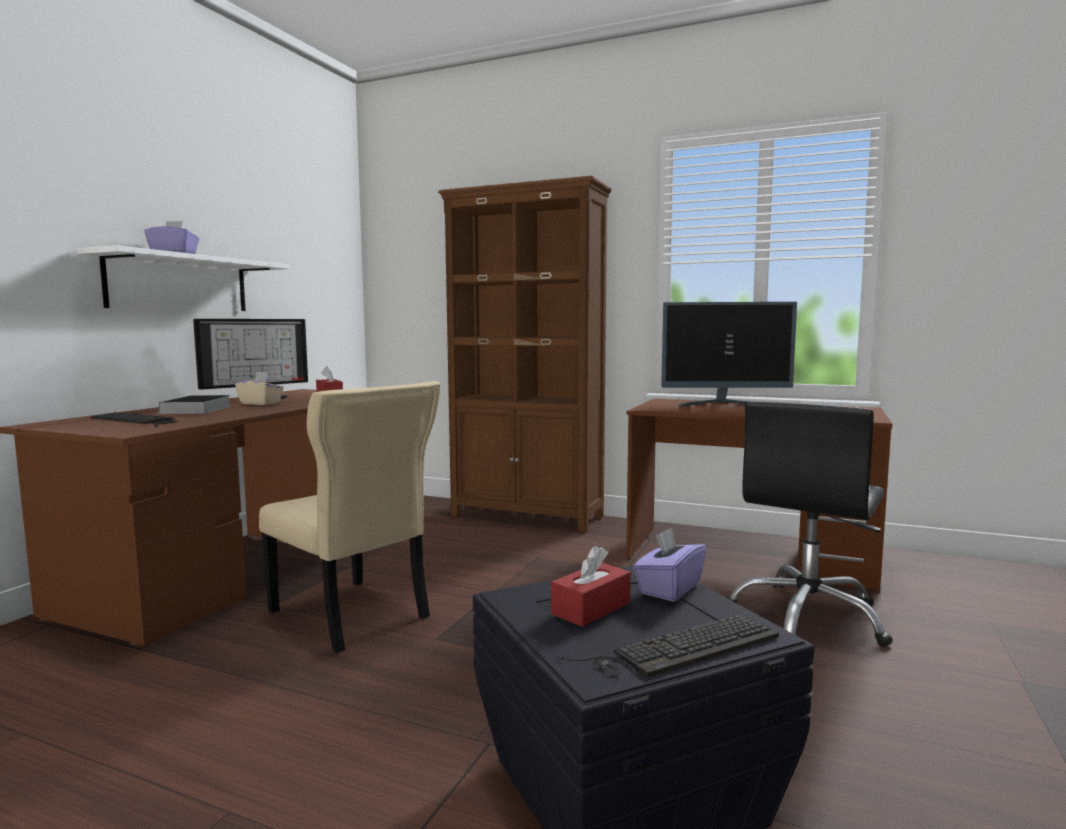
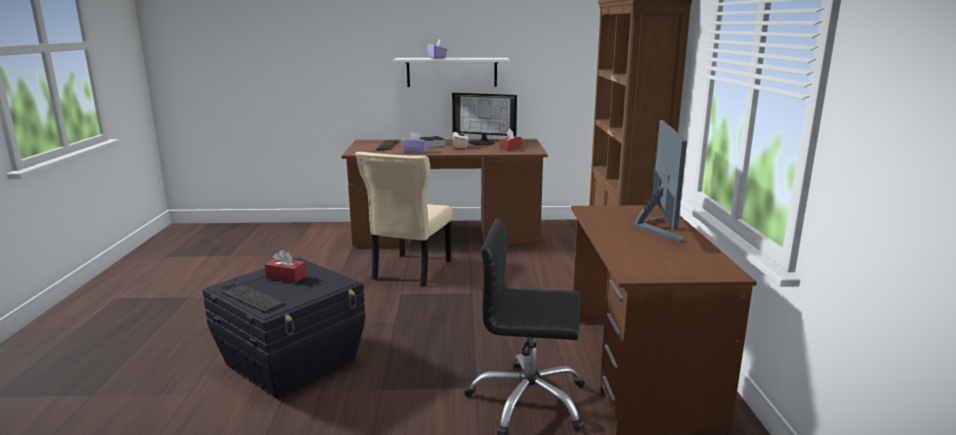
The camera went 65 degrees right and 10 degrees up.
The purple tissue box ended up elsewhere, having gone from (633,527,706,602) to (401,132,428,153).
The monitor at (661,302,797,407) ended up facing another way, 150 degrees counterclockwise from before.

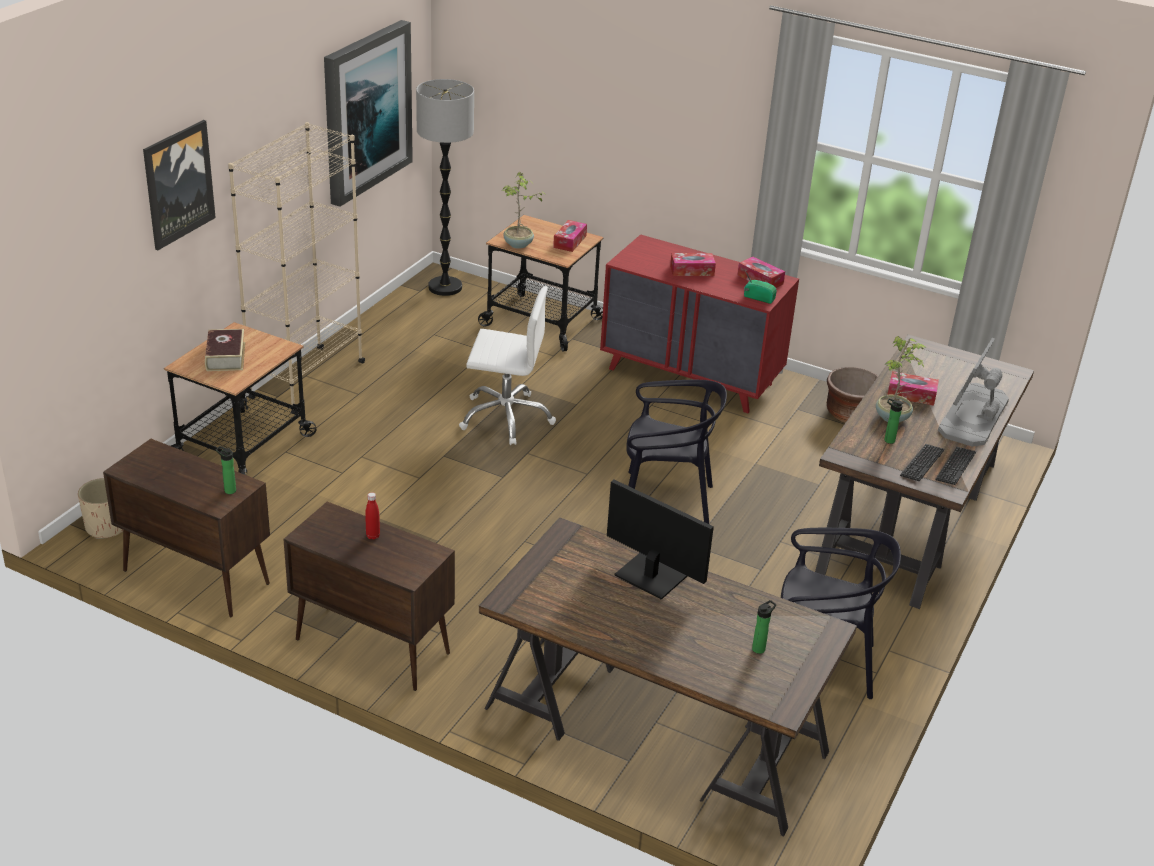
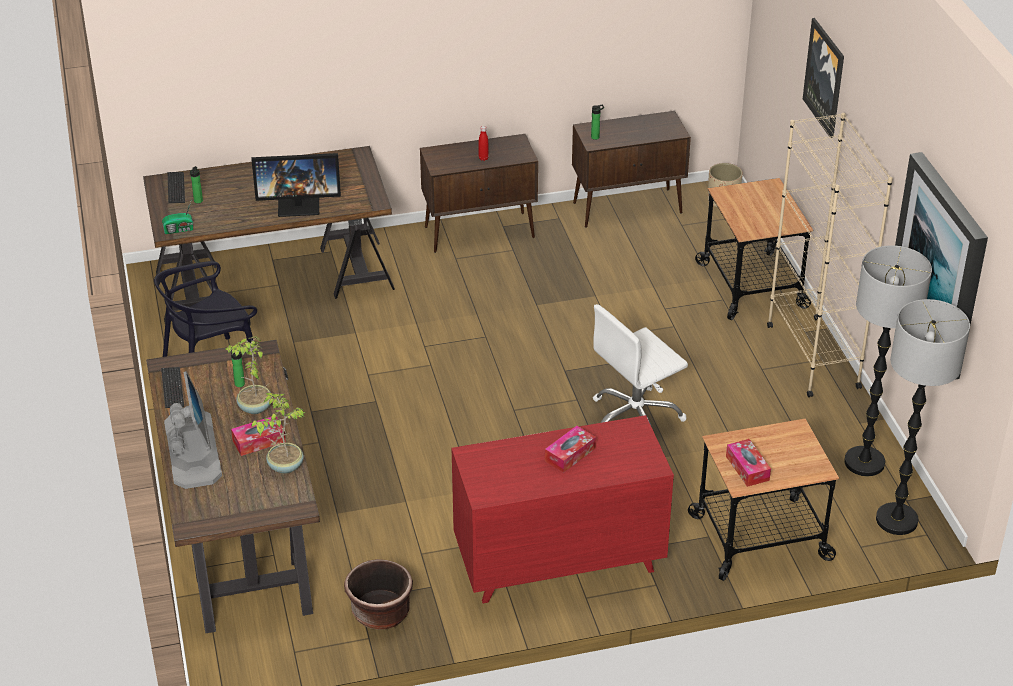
The camera went 140 degrees right and 5 degrees up.
The second view lost the book at (205,329,245,371).
The potted plant ended up elsewhere, having gone from (502,172,546,249) to (251,393,305,474).
The second view lost the black chair at (626,380,727,524).
The second view lost the tissue box at (737,257,785,288).
The radio ended up elsewhere, having gone from (744,269,777,304) to (162,202,193,234).
The keyboard ended up elsewhere, having gone from (900,444,945,481) to (168,172,185,203).
The second view gained the floor lamp at (844,245,932,476).

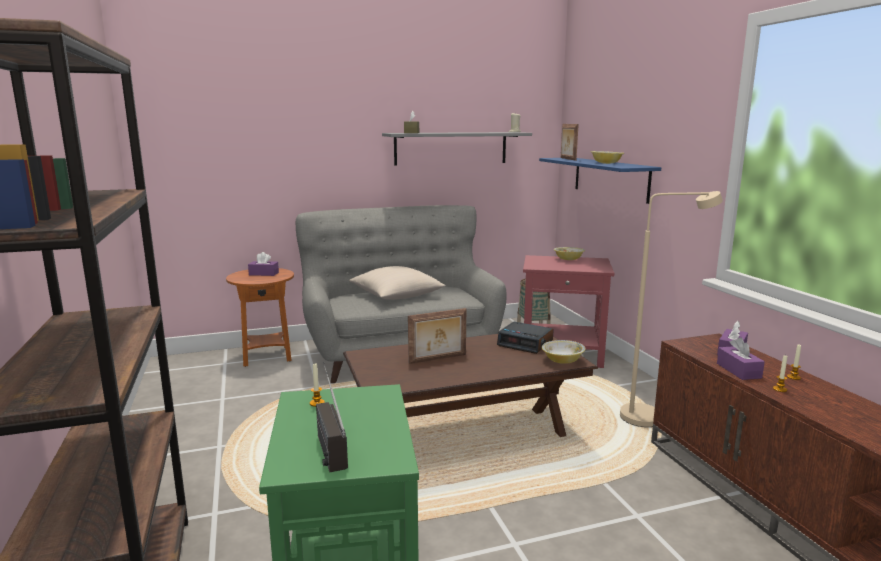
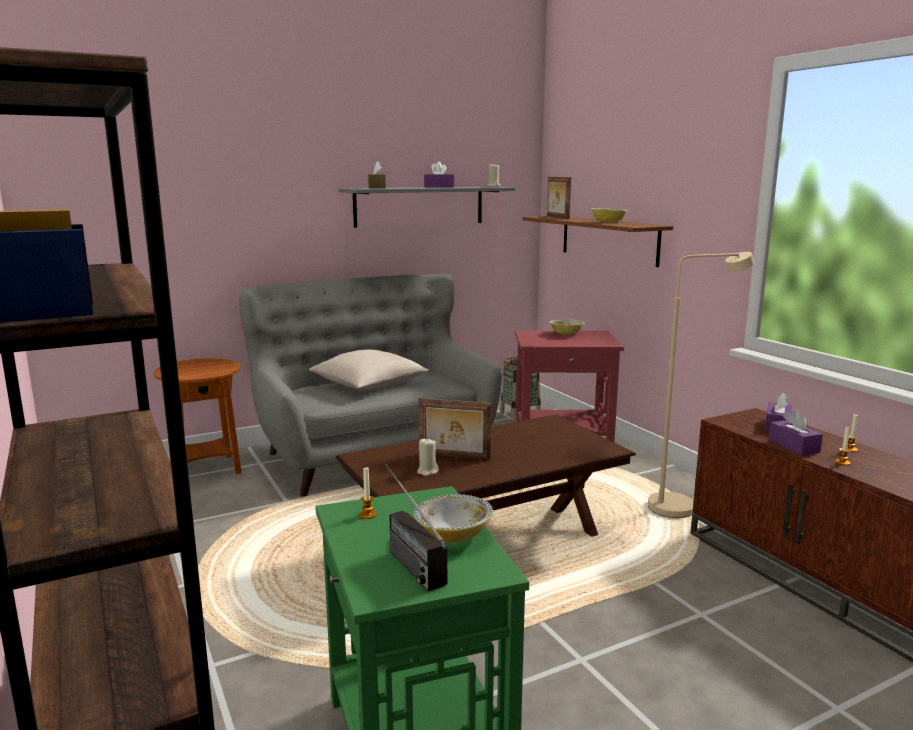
The camera went 10 degrees left and 0 degrees up.
The purple tissue box ended up elsewhere, having gone from (248,252,279,276) to (424,162,454,188).
The picture frame at (408,308,466,364) ended up facing another way, 45 degrees clockwise from before.
The second view lost the alarm clock at (497,322,554,354).
What was the blue shelf at (539,158,661,204) turned into the brown shelf at (522,216,673,267).
The bowl ended up elsewhere, having gone from (542,340,585,364) to (414,494,493,543).
The second view gained the beige candle at (417,438,439,476).

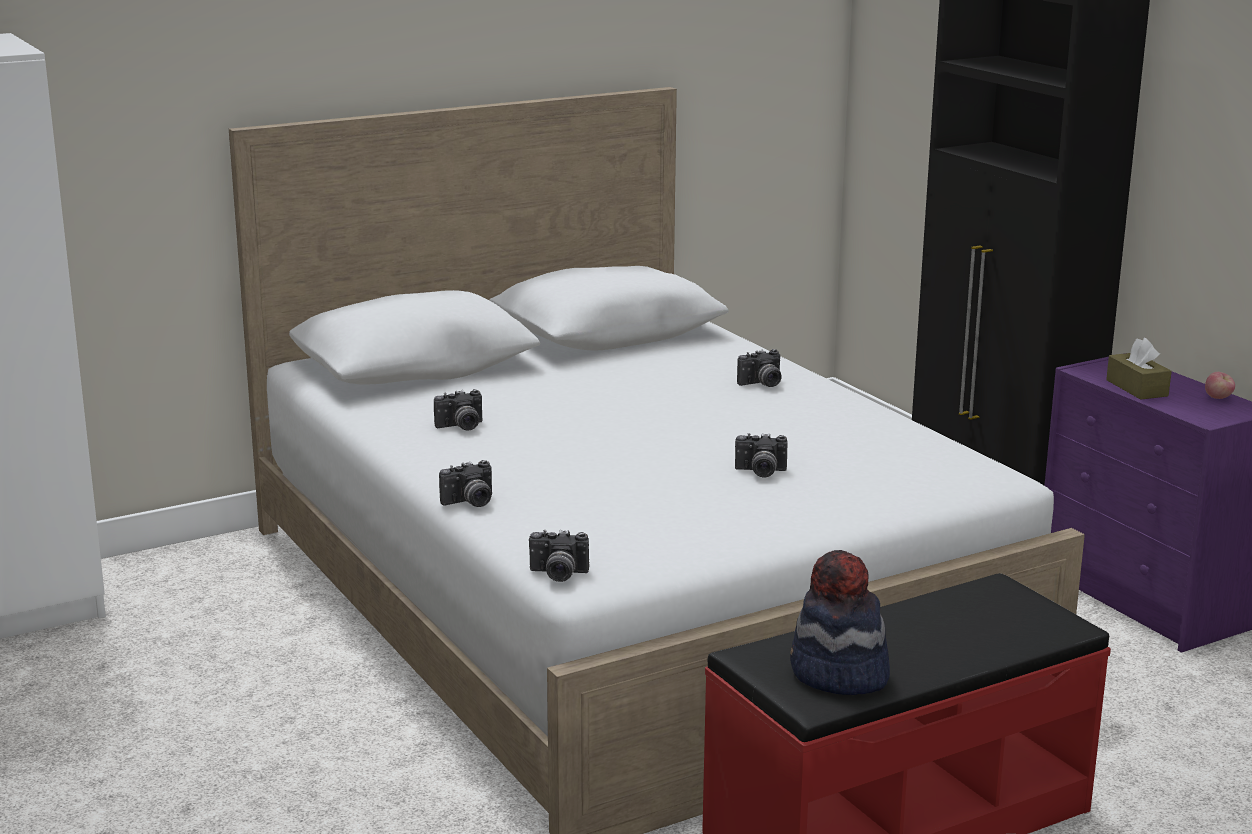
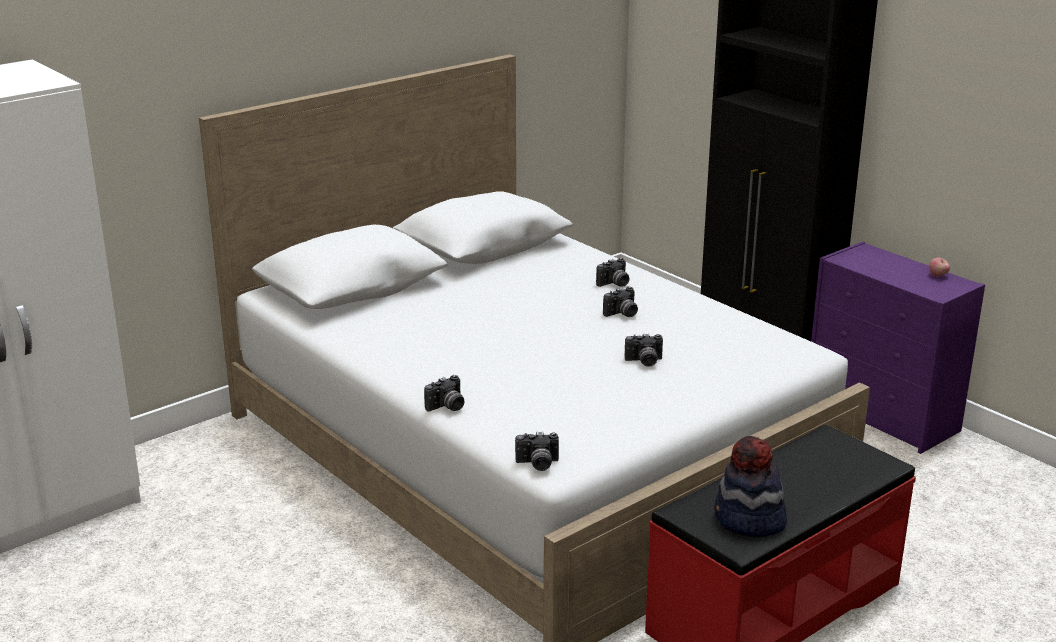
The camera went 10 degrees left and 5 degrees up.
The photo camera ended up elsewhere, having gone from (434,389,482,431) to (603,286,638,317).
The second view lost the brown tissue box at (1106,338,1172,400).

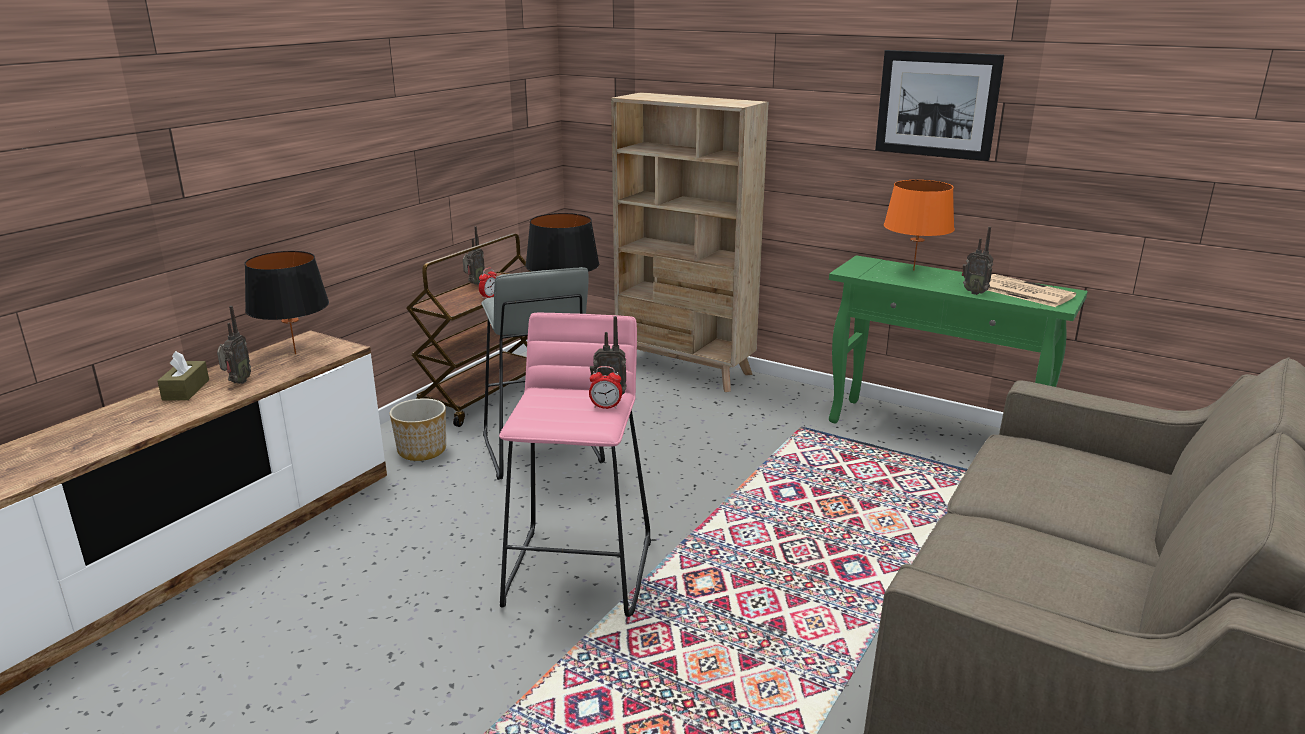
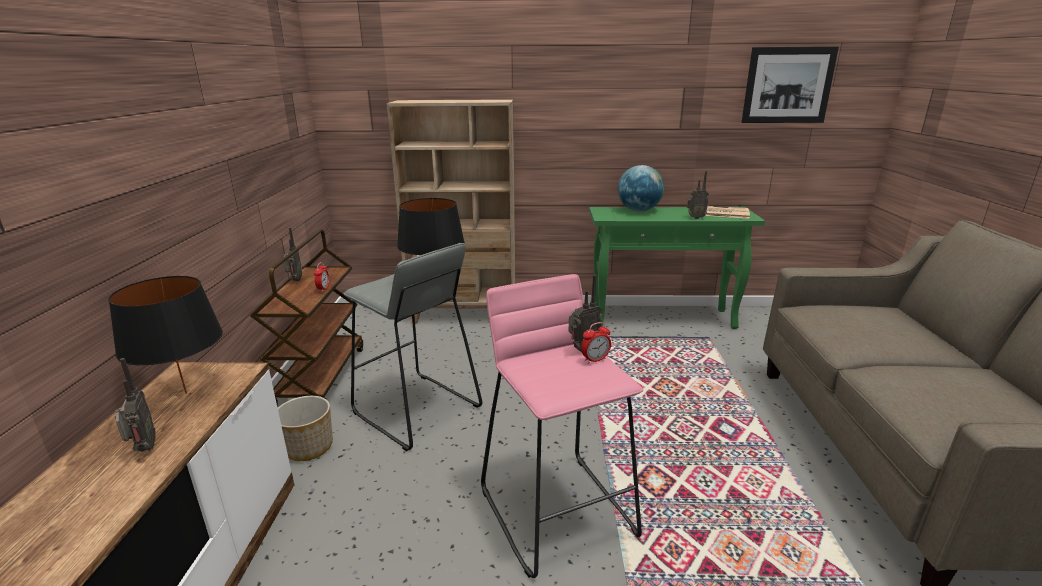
The camera went 30 degrees left and 0 degrees up.
The second view lost the brown tissue box at (157,351,209,400).
The picture ended up elsewhere, having gone from (875,50,1004,161) to (741,46,839,123).
Where the orange table lamp stood at (884,180,955,271), the globe came to stand at (618,165,664,211).

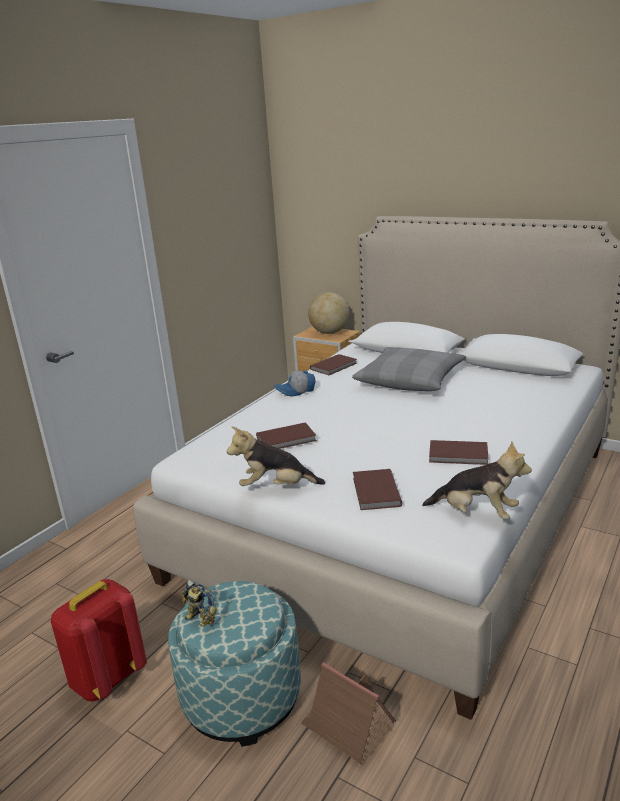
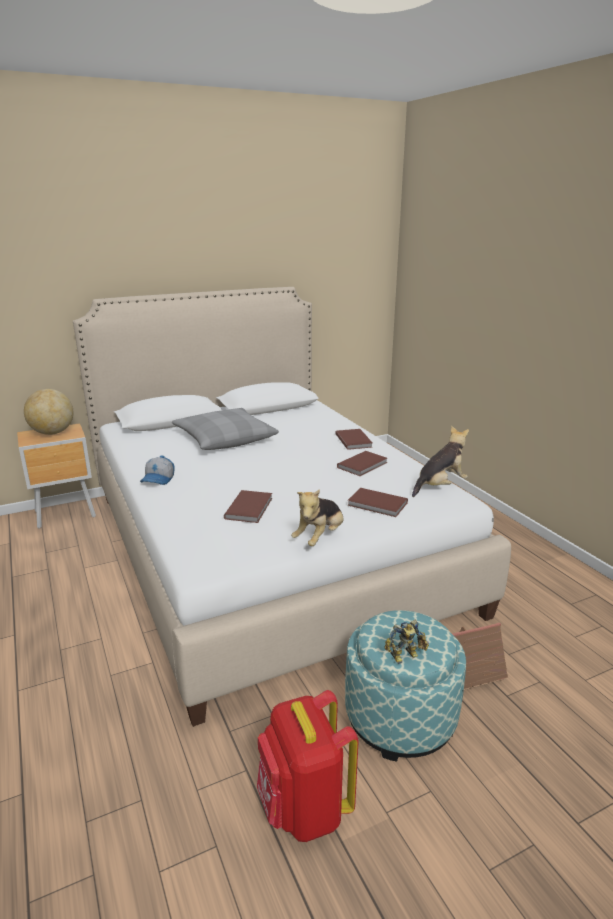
The camera went 60 degrees left and 0 degrees up.
The brown book ended up elsewhere, having gone from (310,354,357,375) to (335,429,372,450).

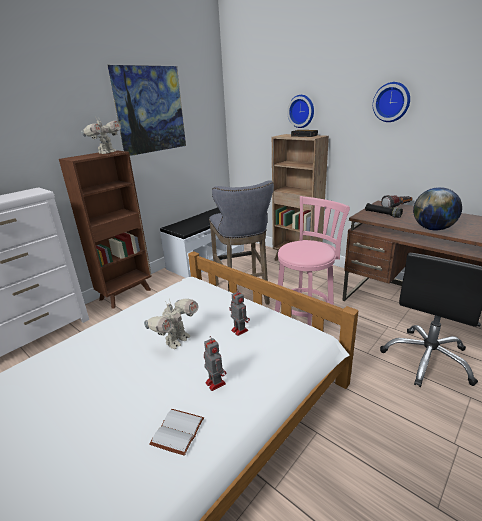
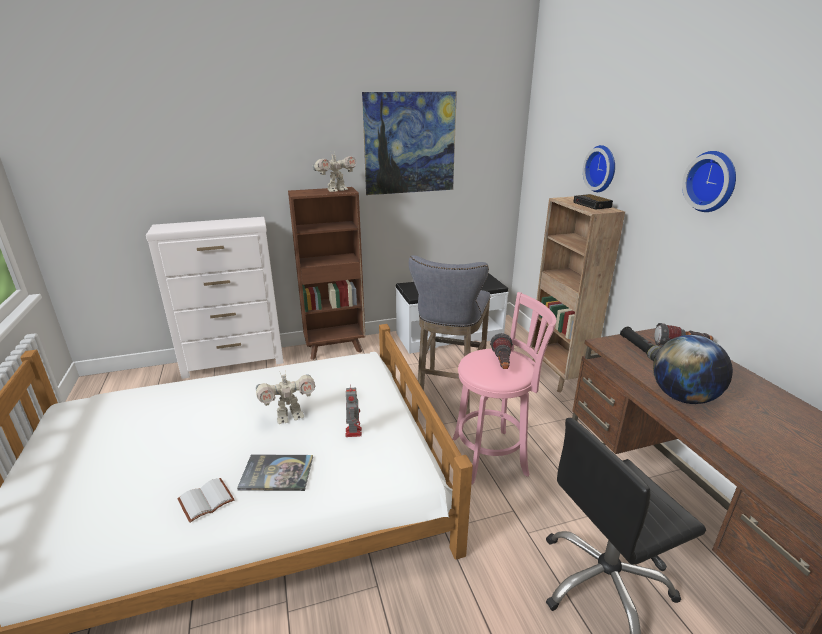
The camera went 30 degrees right and 0 degrees up.
Where the toy robot stood at (204,338,226,391), the book came to stand at (237,454,313,491).
The second view gained the flashlight at (490,333,513,369).

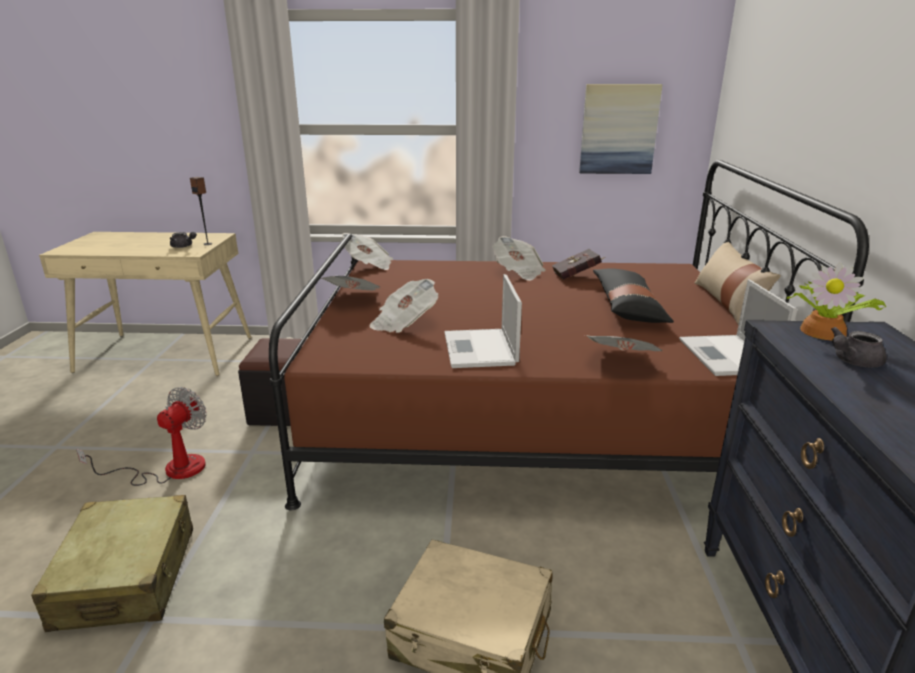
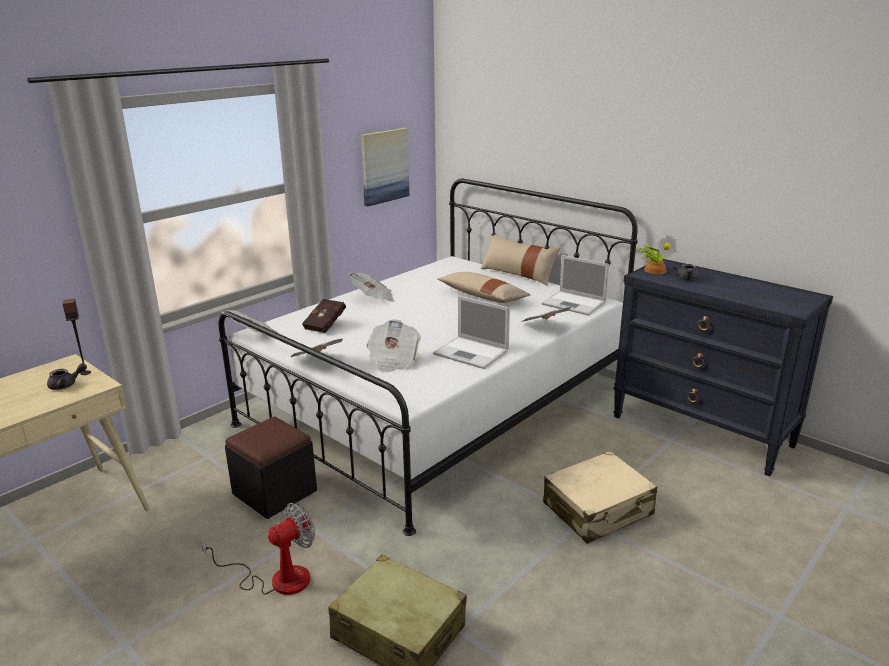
The camera went 50 degrees left and 0 degrees up.
The fan at (76,387,207,486) ended up facing another way, 75 degrees clockwise from before.
What was the brown bed at (269,160,869,510) turned into the white bed at (218,179,638,536).
The red book ended up elsewhere, having gone from (552,249,605,280) to (302,299,346,333).
What was the black pillow at (593,268,674,323) turned into the beige pillow at (437,272,531,303).

